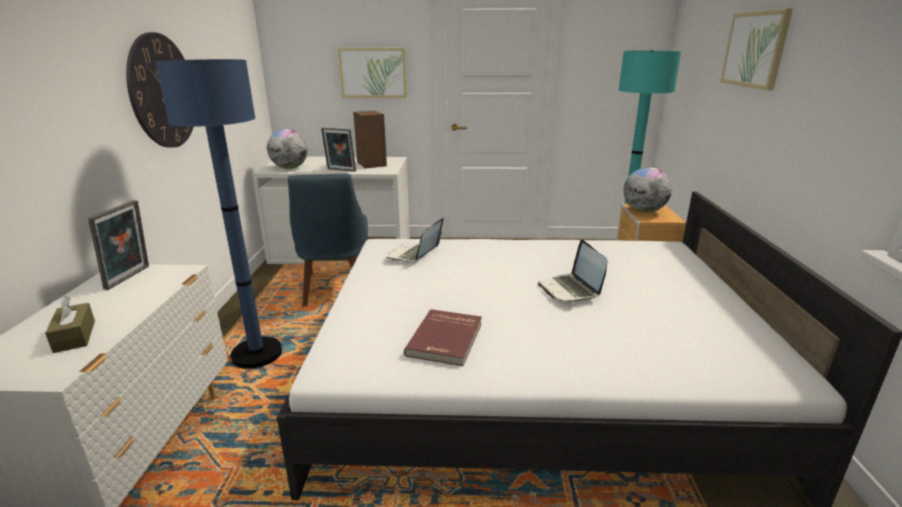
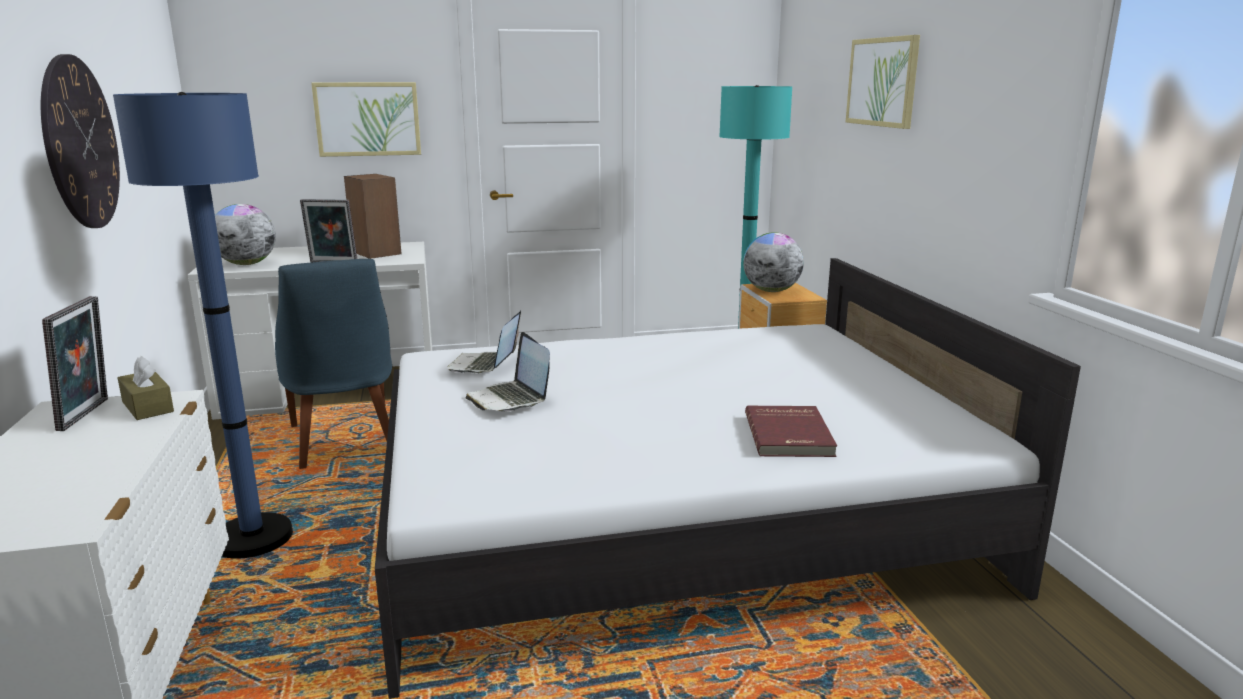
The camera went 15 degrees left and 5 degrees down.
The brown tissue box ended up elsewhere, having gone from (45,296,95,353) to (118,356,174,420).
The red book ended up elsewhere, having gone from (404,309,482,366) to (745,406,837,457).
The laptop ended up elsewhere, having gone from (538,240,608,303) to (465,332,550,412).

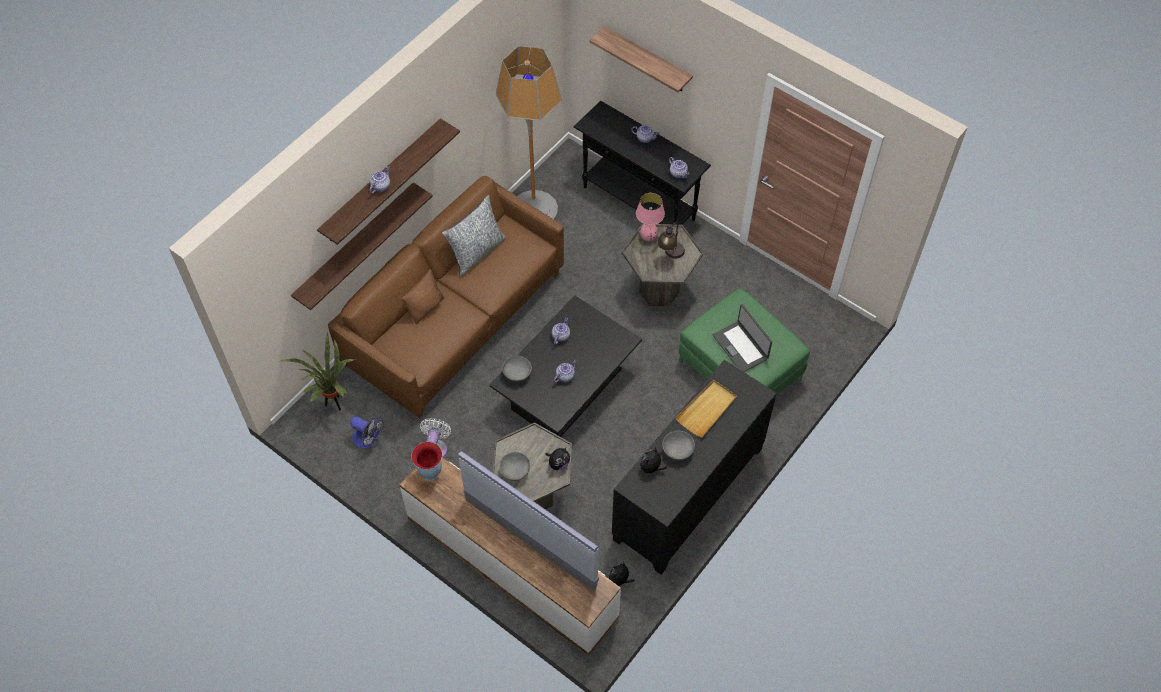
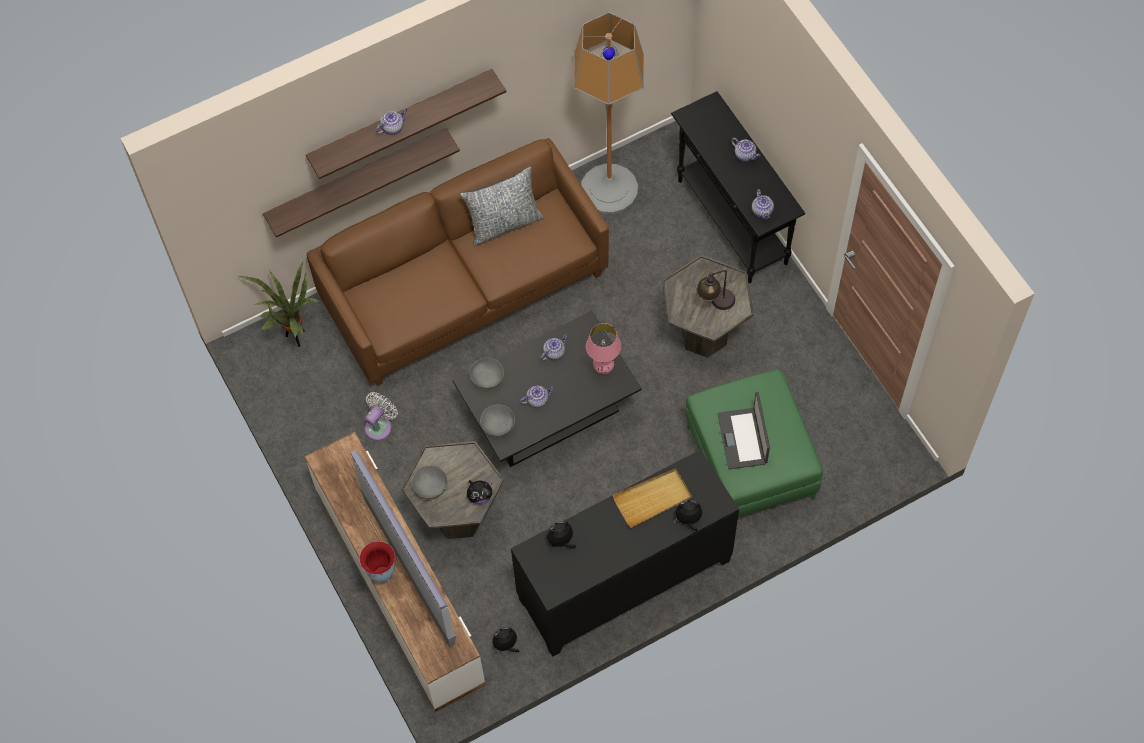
The camera went 25 degrees right and 5 degrees up.
The second view lost the fan at (350,416,384,448).
The second view lost the brown pillow at (401,269,444,324).
The vase ended up elsewhere, having gone from (411,442,442,481) to (359,541,395,584).
The second view lost the shelf at (590,26,693,92).
The pink table lamp ended up elsewhere, having gone from (636,193,665,242) to (586,323,621,374).
The grey bowl ended up elsewhere, having gone from (662,431,695,460) to (480,404,515,437).
The second view gained the plush toy at (674,500,702,531).

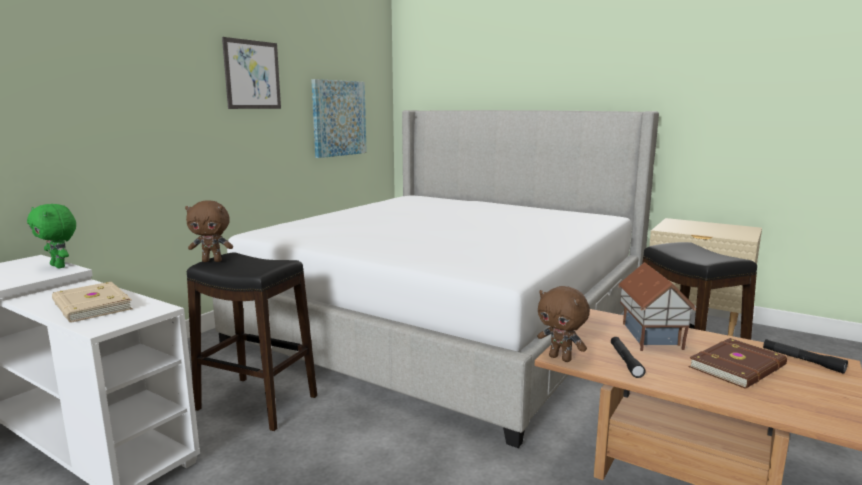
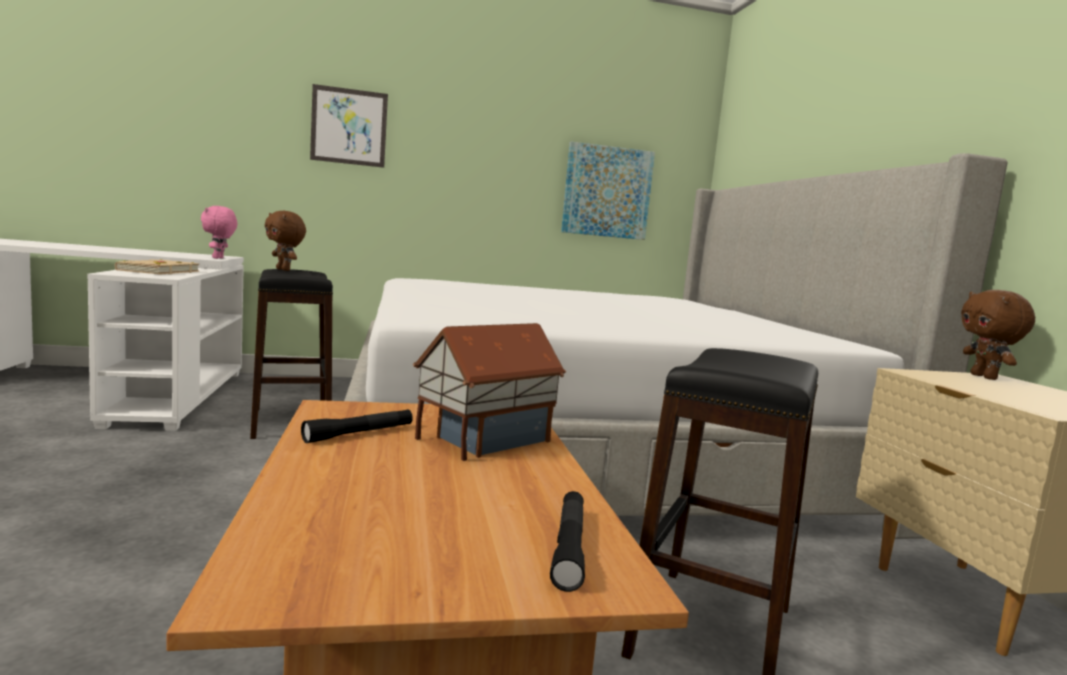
The camera went 45 degrees right and 5 degrees down.
What was the green plush toy at (27,204,76,268) turned into the pink plush toy at (201,206,237,259).
The picture ended up elsewhere, having gone from (222,37,281,109) to (310,84,388,168).
The brown plush toy ended up elsewhere, having gone from (537,286,590,362) to (961,290,1035,380).
The second view lost the brown book at (689,338,787,389).

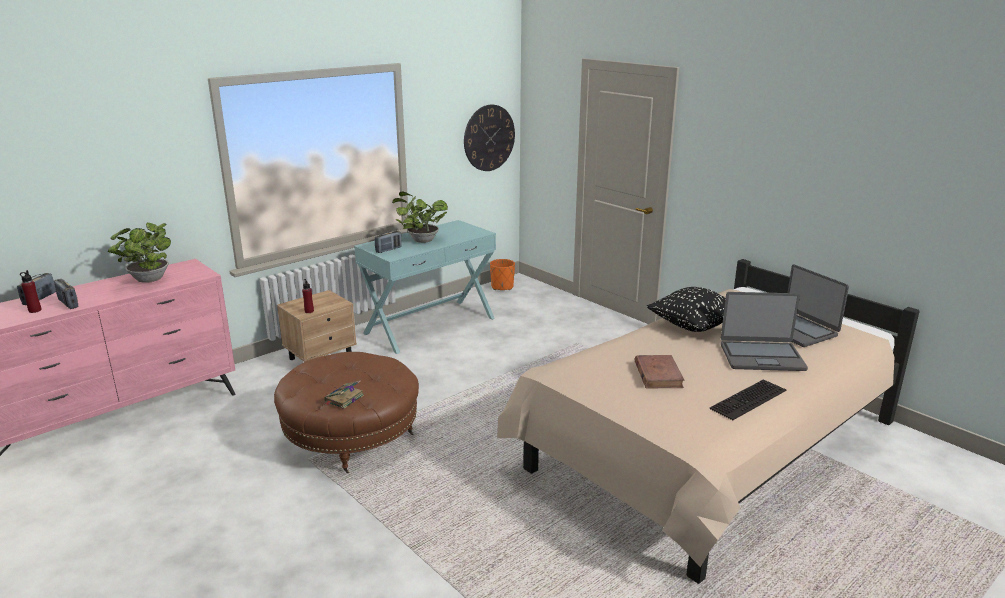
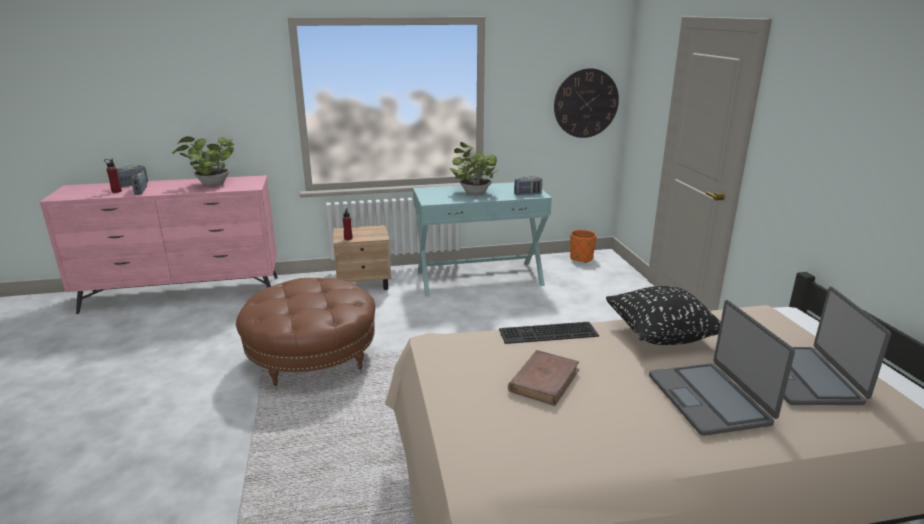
The camera went 30 degrees right and 0 degrees up.
The second view lost the book at (324,380,364,409).
The radio ended up elsewhere, having gone from (375,231,402,253) to (514,176,542,195).
The keyboard ended up elsewhere, having gone from (709,379,786,420) to (499,322,599,344).
The laptop at (721,292,808,371) ended up facing another way, 45 degrees clockwise from before.

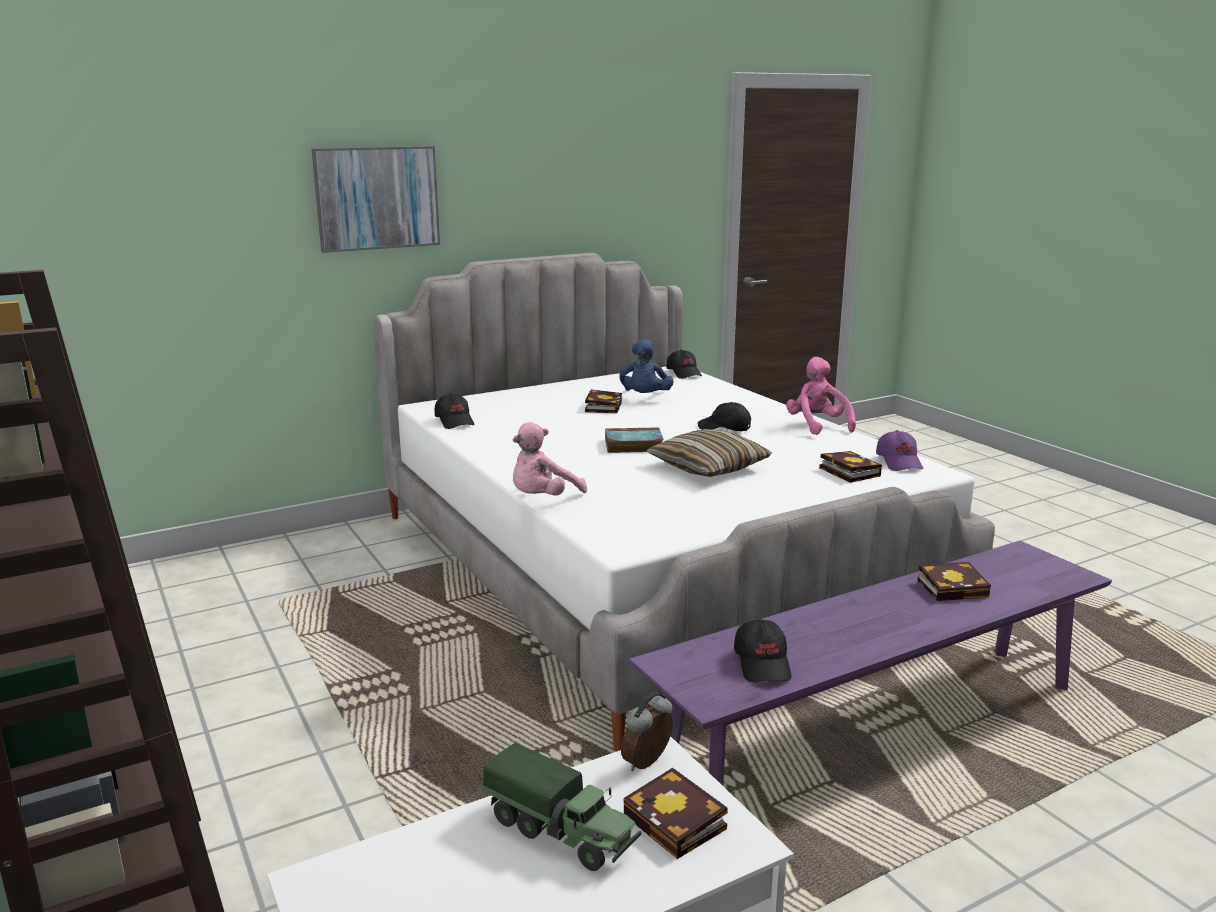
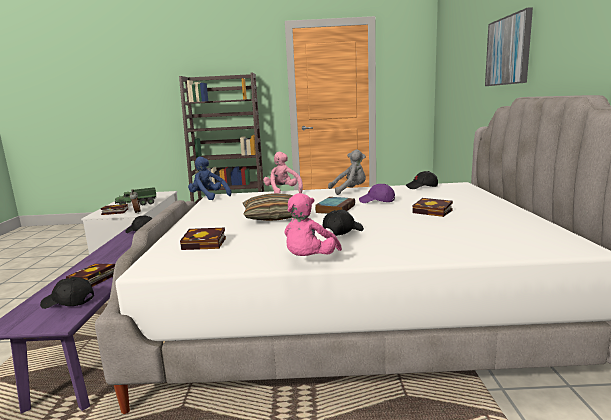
The camera went 120 degrees right and 5 degrees down.
The blue plush toy ended up elsewhere, having gone from (619,339,674,393) to (188,157,232,200).
The black cap ended up elsewhere, having gone from (667,350,702,379) to (40,277,94,309).
The pink plush toy at (786,357,856,435) ended up facing another way, 105 degrees clockwise from before.
The purple cap ended up elsewhere, having gone from (876,430,923,471) to (359,184,395,203).
The second view gained the grey plush toy at (328,150,366,195).

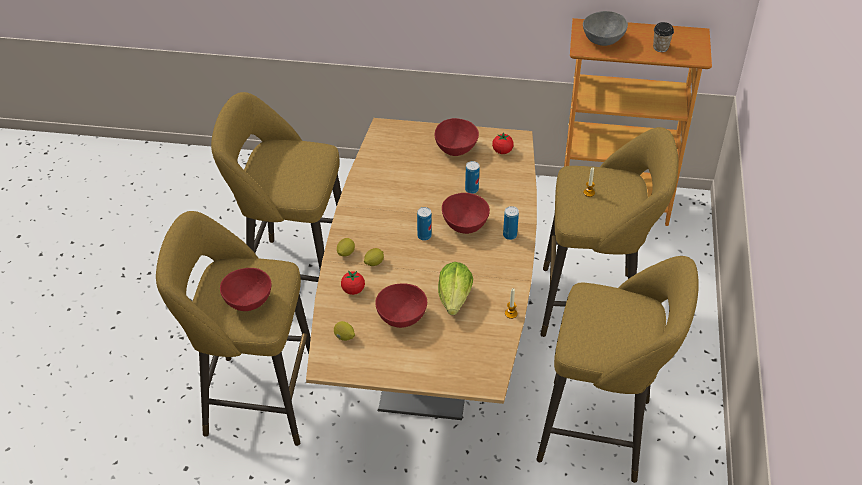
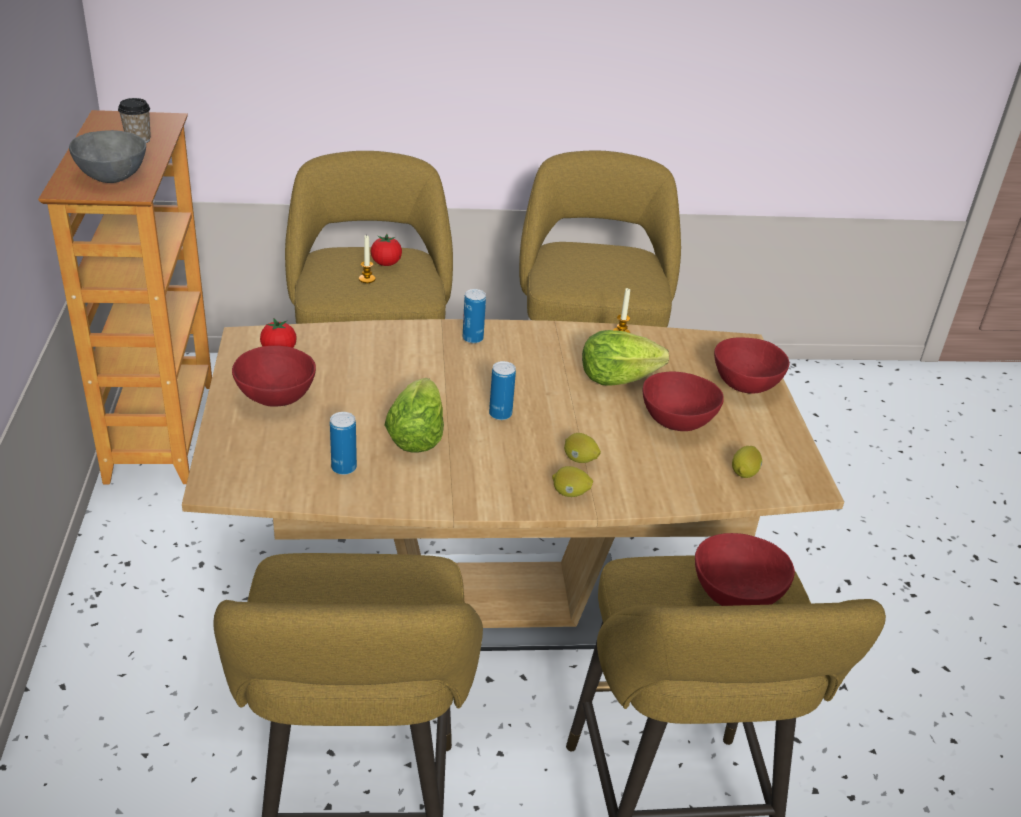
The camera went 105 degrees left and 10 degrees down.
The tomato ended up elsewhere, having gone from (341,270,365,295) to (371,234,402,266).
The red bowl ended up elsewhere, having gone from (442,193,490,234) to (714,338,790,394).
The can ended up elsewhere, having gone from (465,161,480,194) to (330,412,357,475).
The second view gained the lettuce at (385,378,444,453).

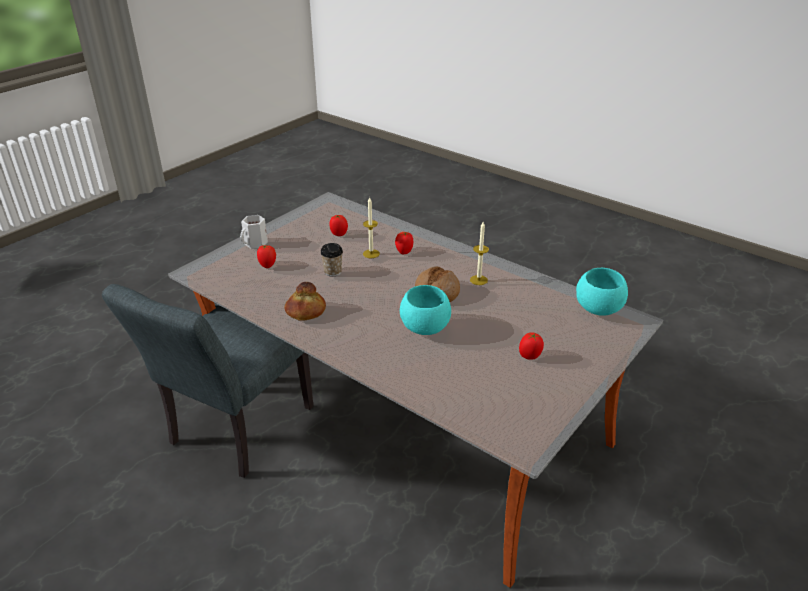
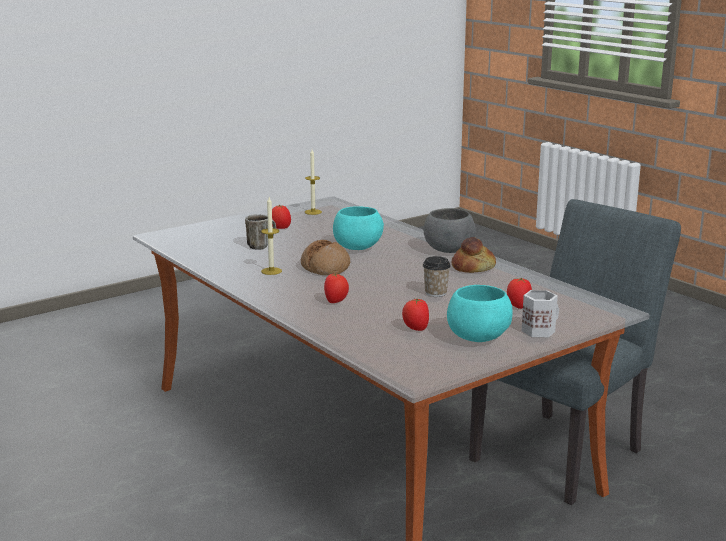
The camera went 165 degrees left and 15 degrees down.
The candle ended up elsewhere, having gone from (363,198,380,258) to (305,149,322,215).
The turquoise bowl ended up elsewhere, having gone from (576,268,628,316) to (447,285,513,342).
The second view gained the mug at (245,214,276,249).
The second view gained the grey bowl at (424,208,476,253).

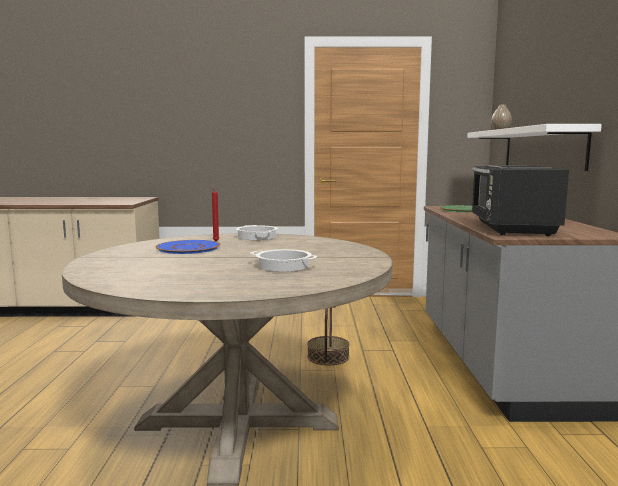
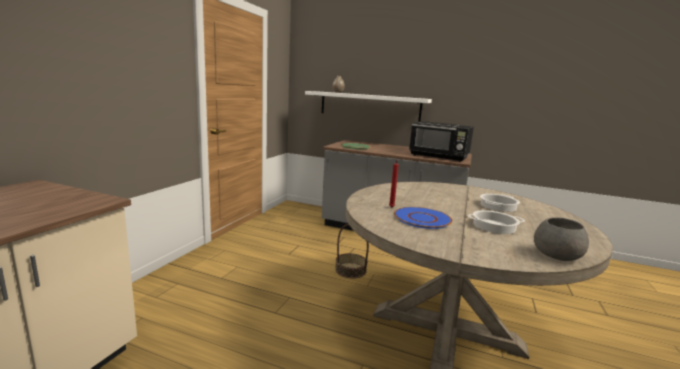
The camera went 70 degrees left and 5 degrees up.
The cooking pot ended up elsewhere, having gone from (236,225,278,240) to (468,210,525,234).
The second view gained the grey bowl at (534,217,589,261).

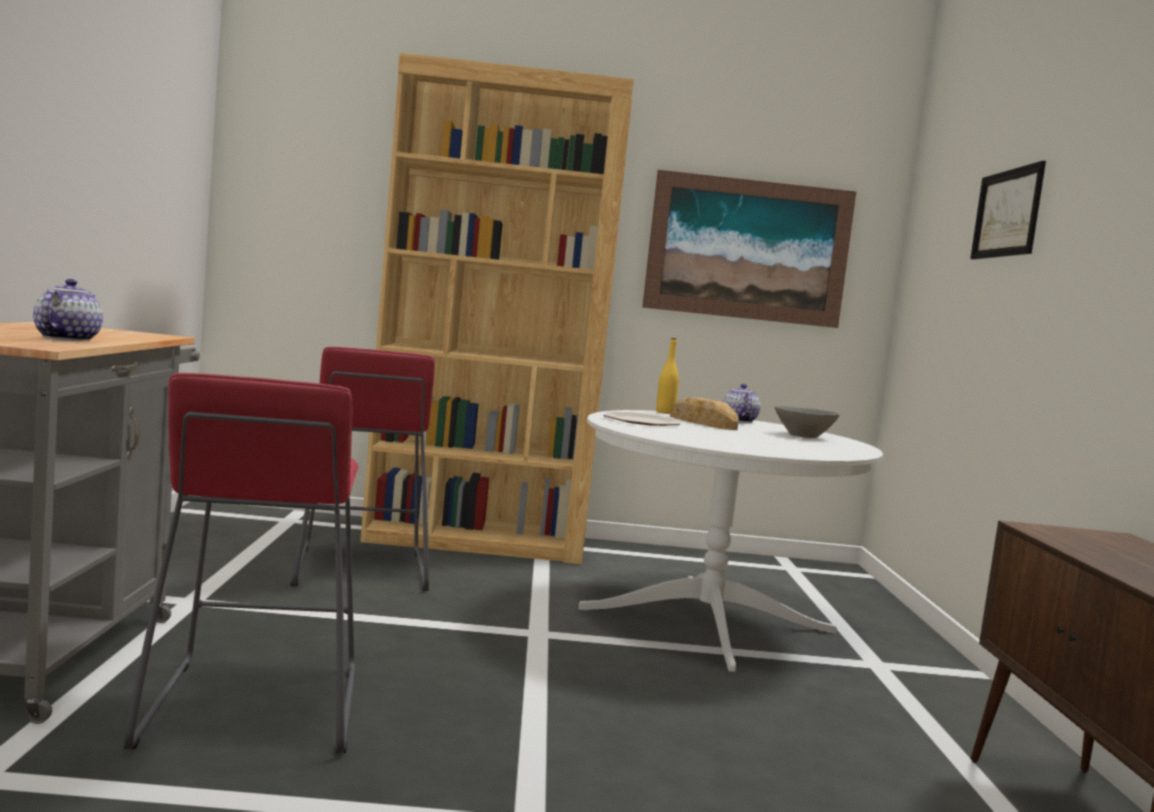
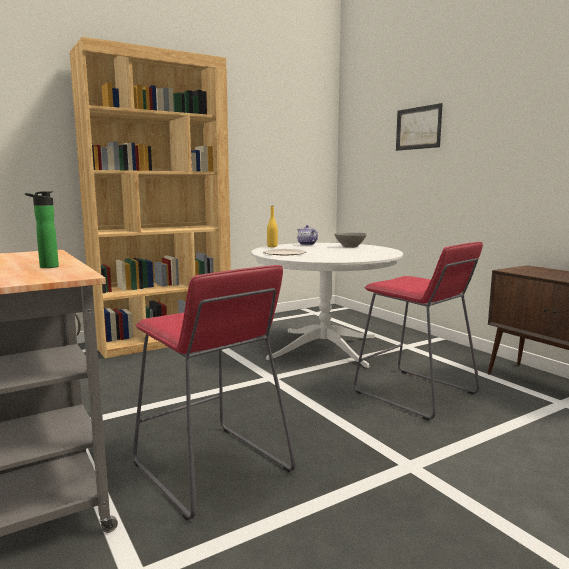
The camera went 30 degrees left and 5 degrees up.
Where the teapot stood at (33,279,103,341), the bottle came to stand at (25,191,59,268).
The red stool ended up elsewhere, having gone from (290,347,435,591) to (354,242,483,420).
The second view lost the picture at (642,170,856,328).
The second view lost the bread at (670,397,739,430).

